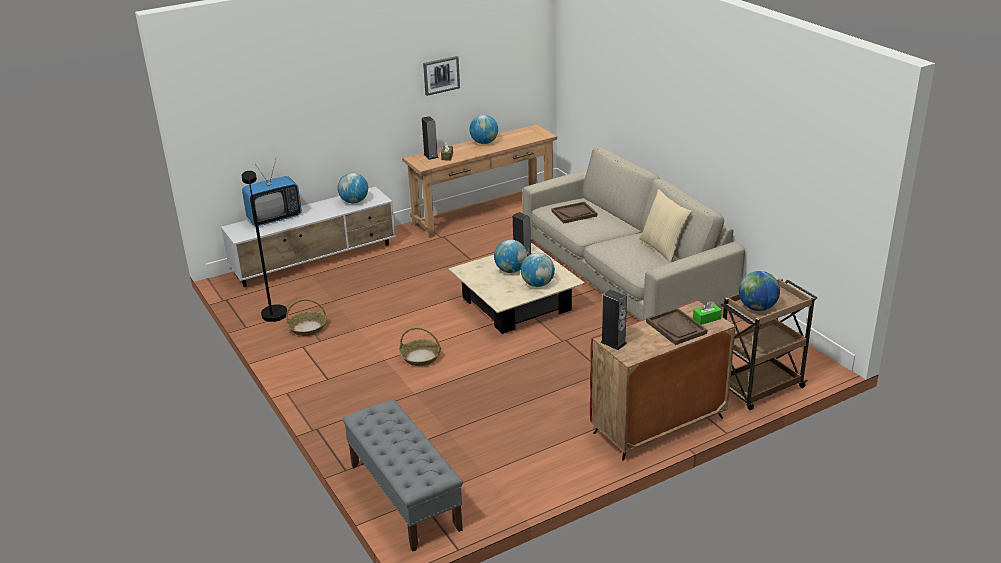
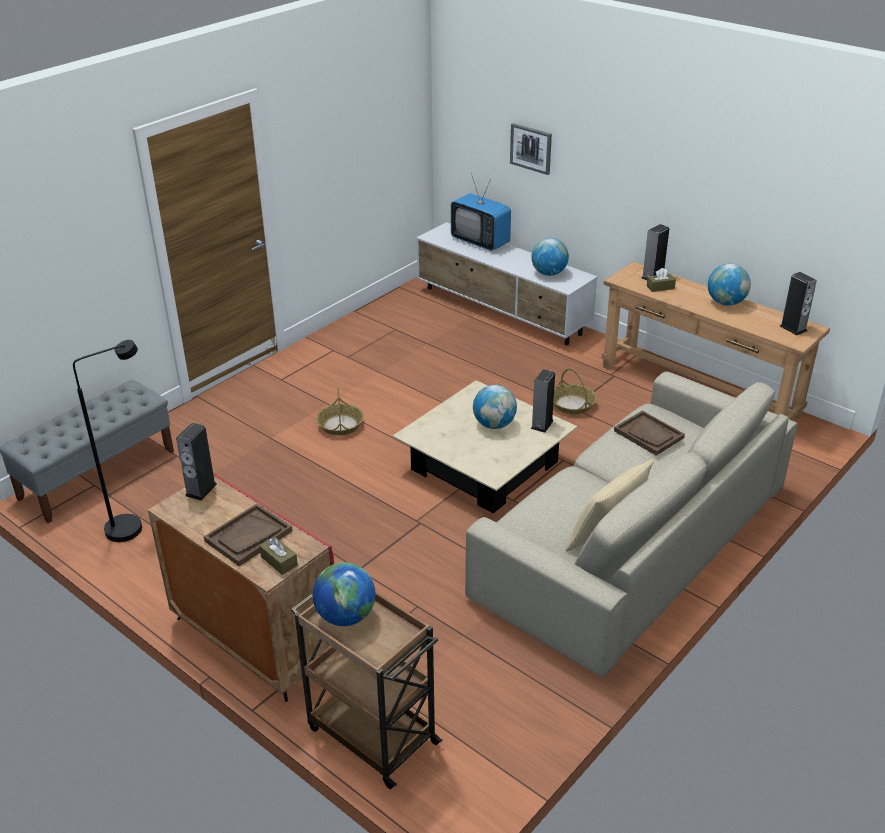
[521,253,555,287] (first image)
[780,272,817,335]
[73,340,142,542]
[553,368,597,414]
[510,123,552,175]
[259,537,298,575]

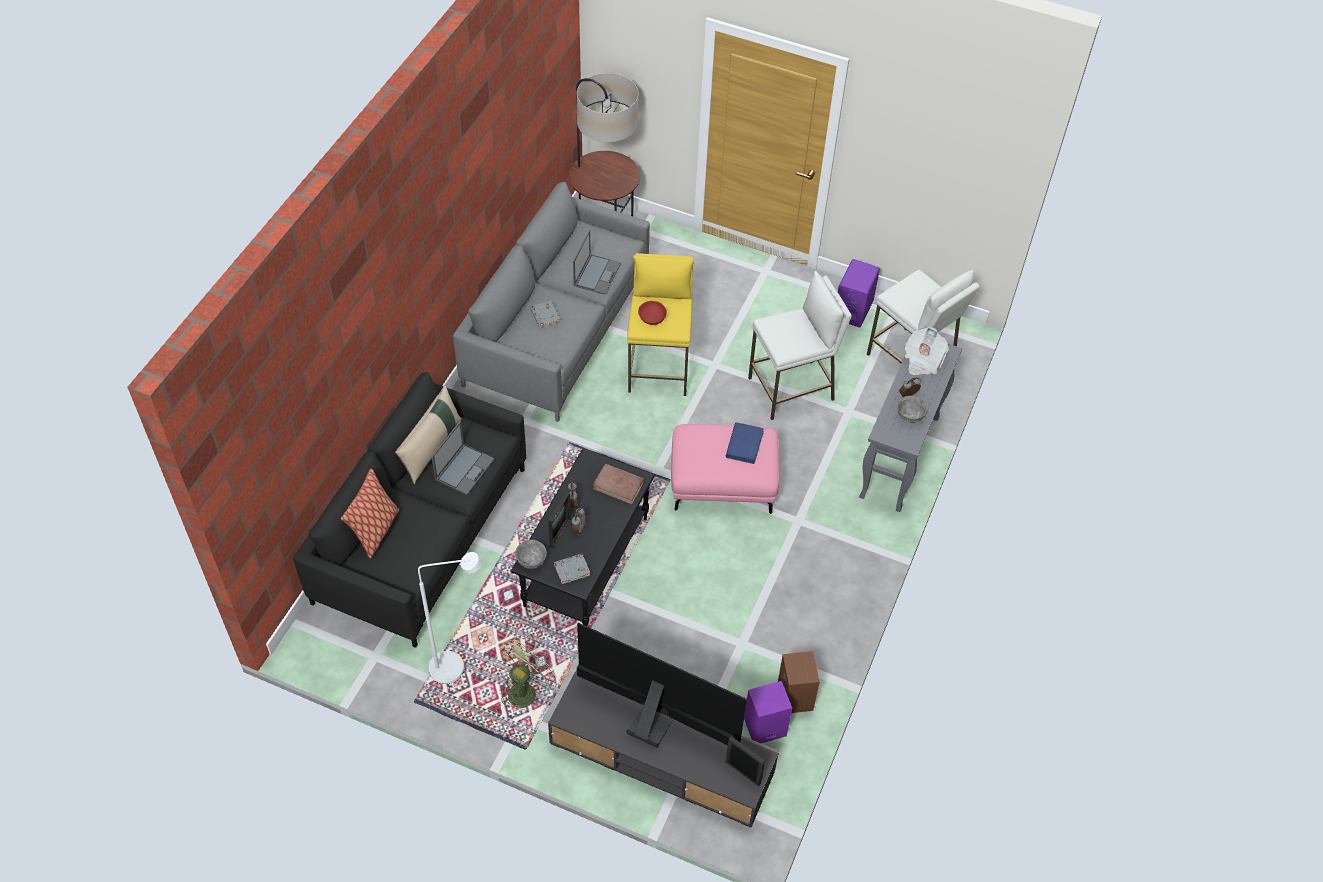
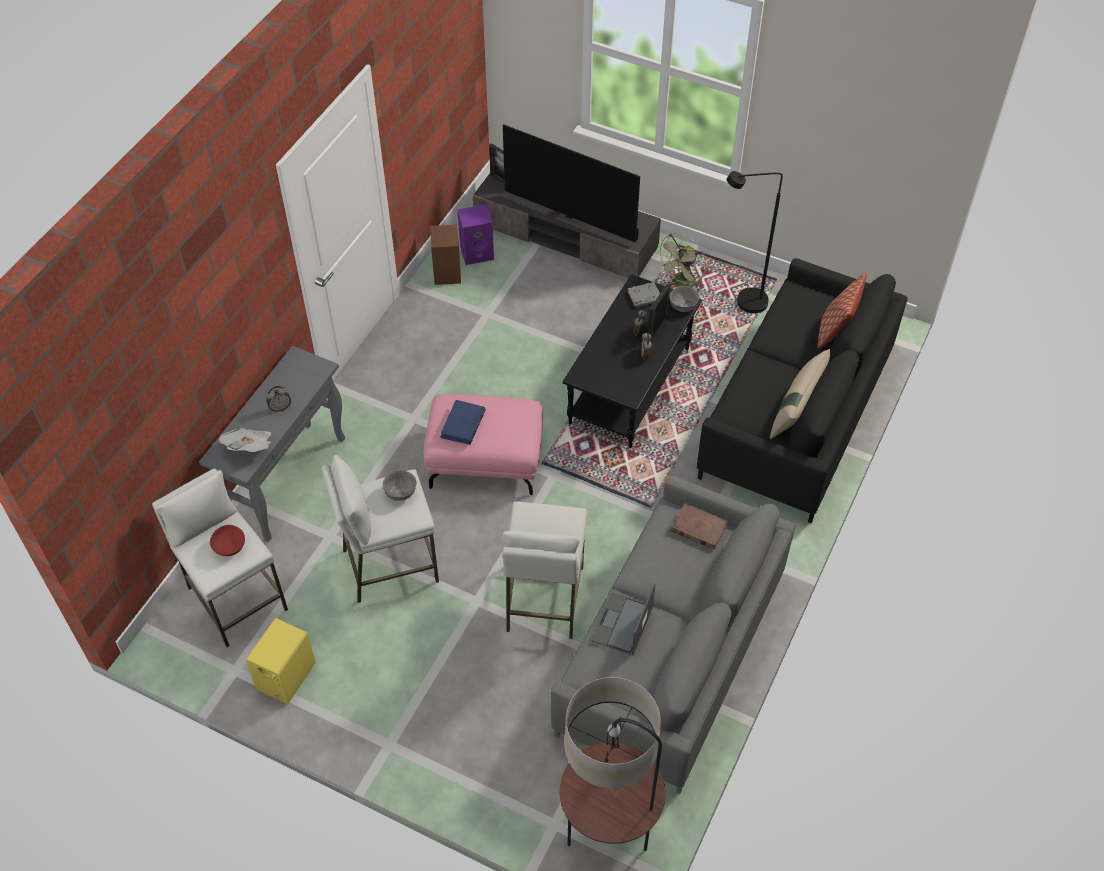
[431,421,495,495] (first image)
[530,301,560,327] (first image)
[671,503,728,550]
[210,525,245,556]
[383,470,417,501]
[727,171,783,313]
[502,501,587,639]
[246,618,316,704]

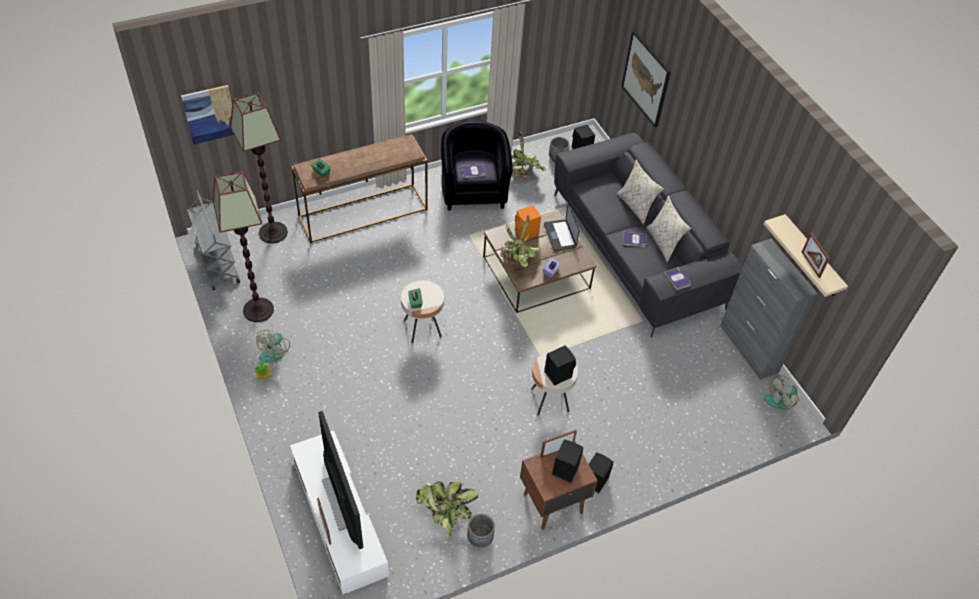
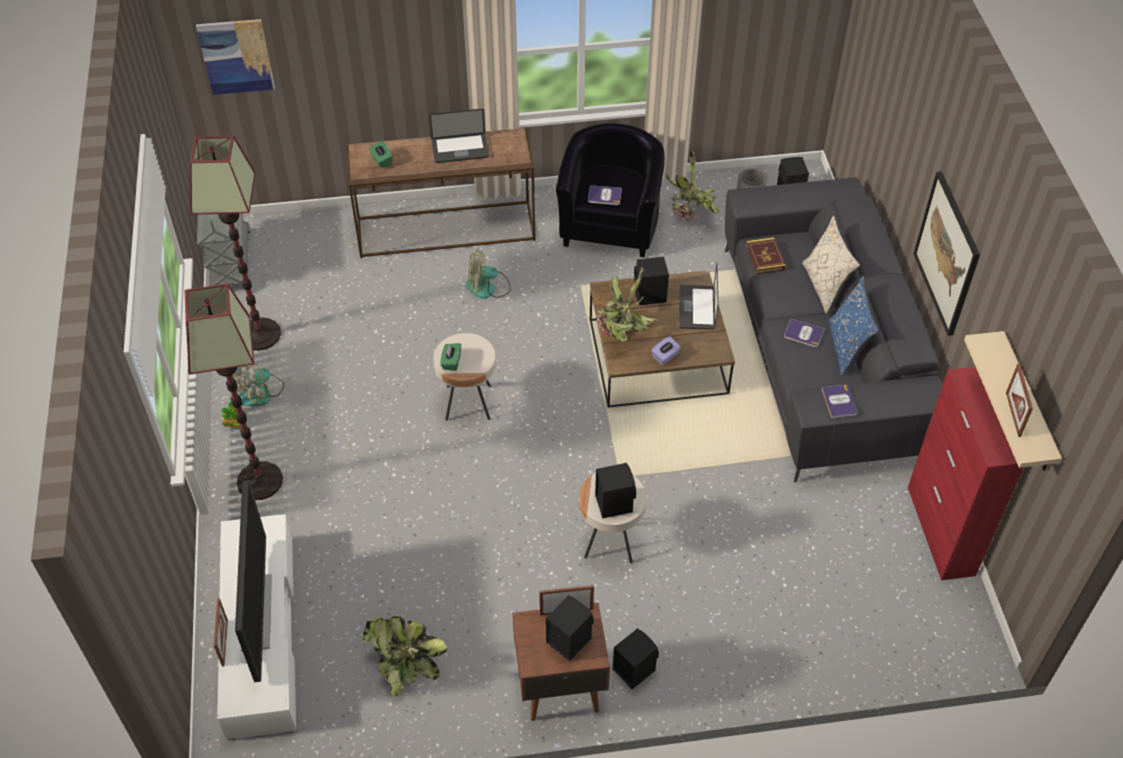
[467,514,495,547] (first image)
[429,109,489,163]
[746,237,786,274]
[185,284,283,500]
[913,172,980,336]
[466,250,511,299]
[634,257,669,306]
[829,276,879,376]
[908,367,1024,580]

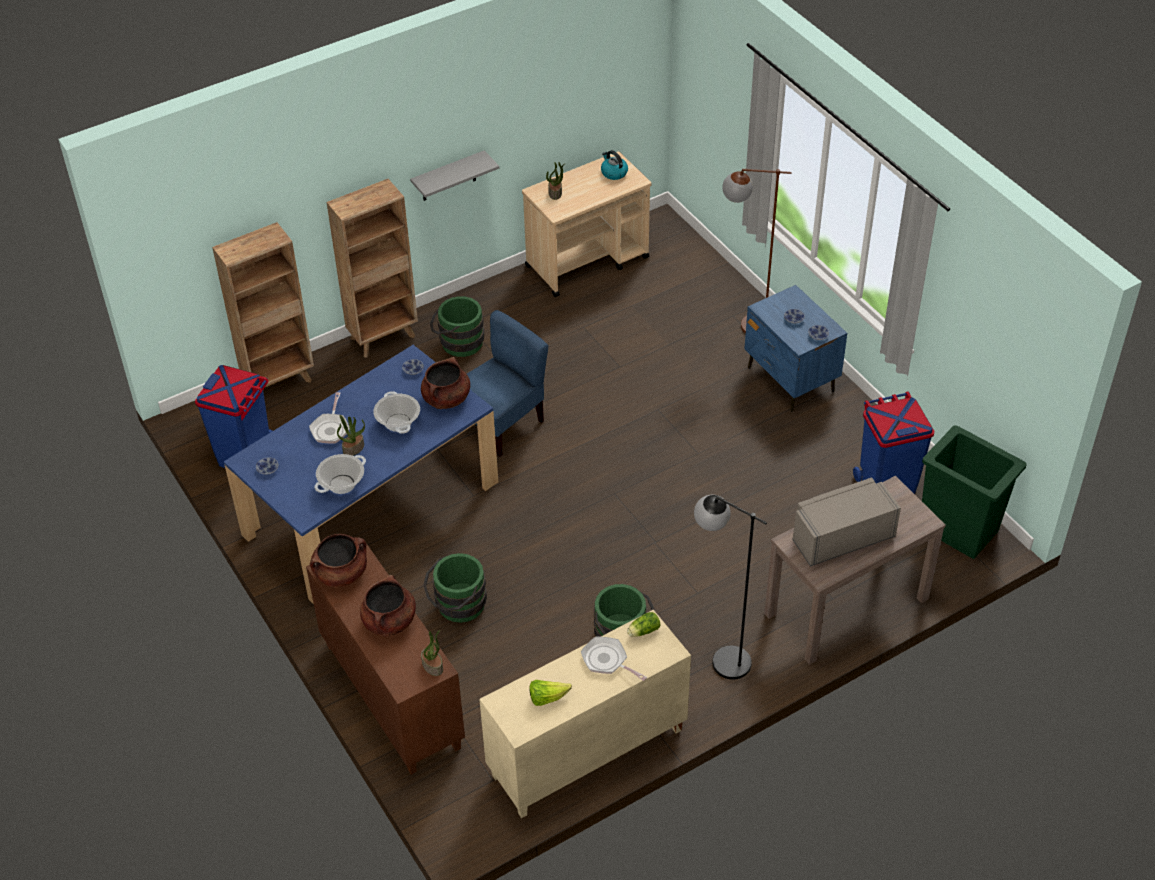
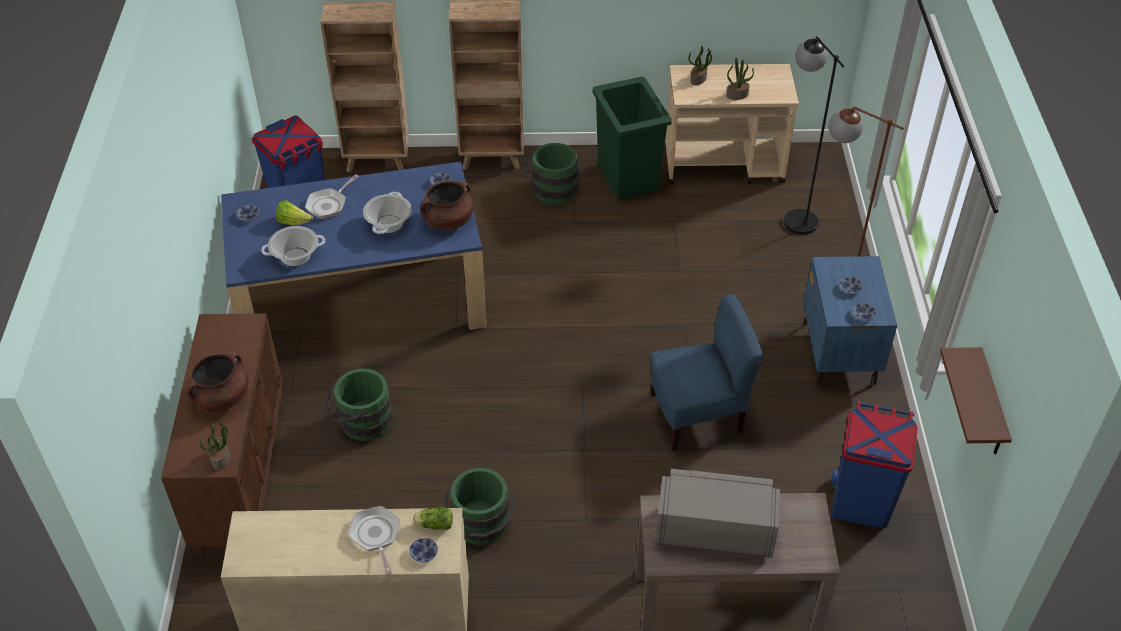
[310,534,367,587] (first image)
[410,151,499,201] (first image)
[601,150,628,180] (first image)
[409,538,438,563]
[940,347,1012,455]
[727,57,754,100]
[650,294,763,451]
[276,201,313,225]
[784,37,844,235]
[593,77,672,200]

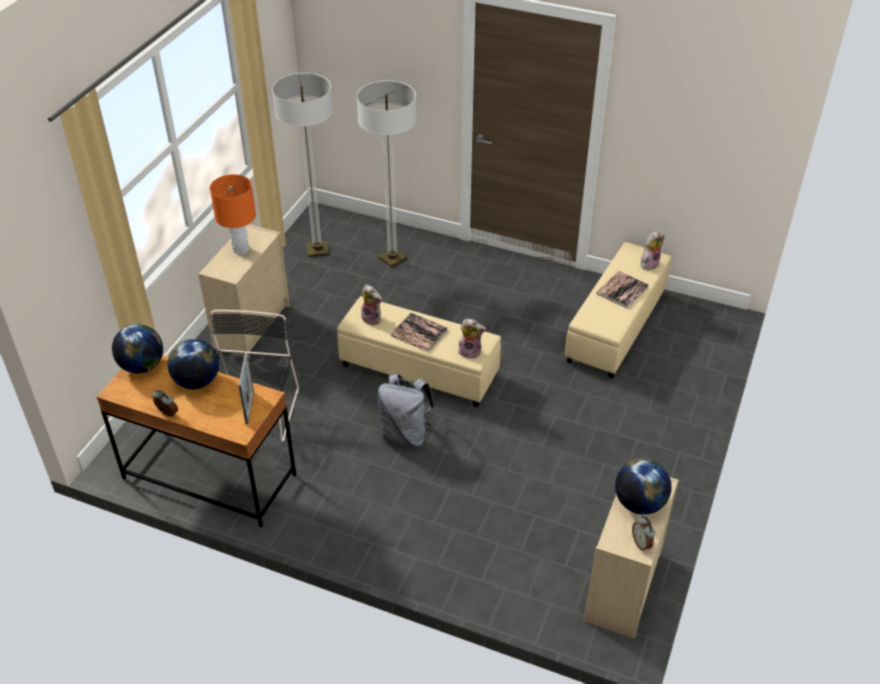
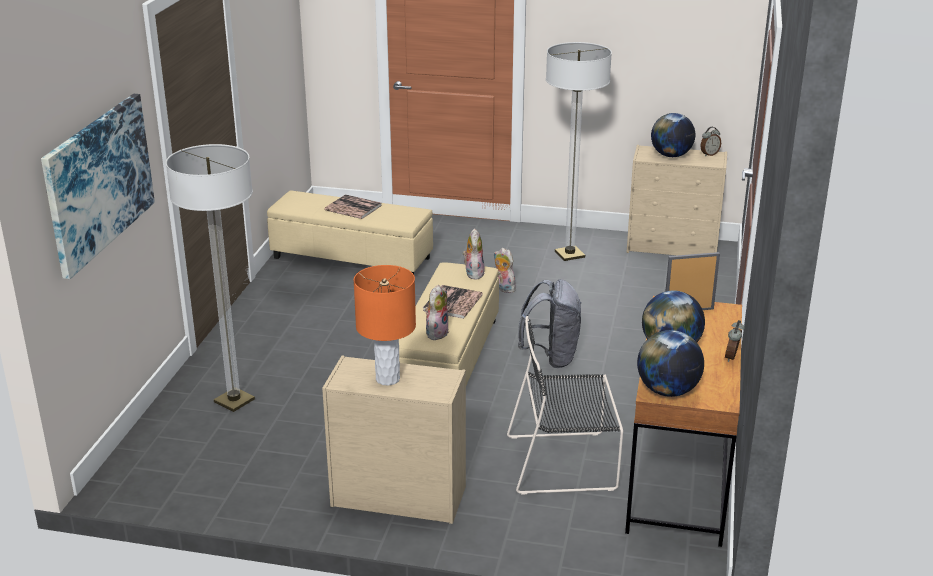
[41,94,155,279]
[546,42,612,261]
[493,248,516,293]

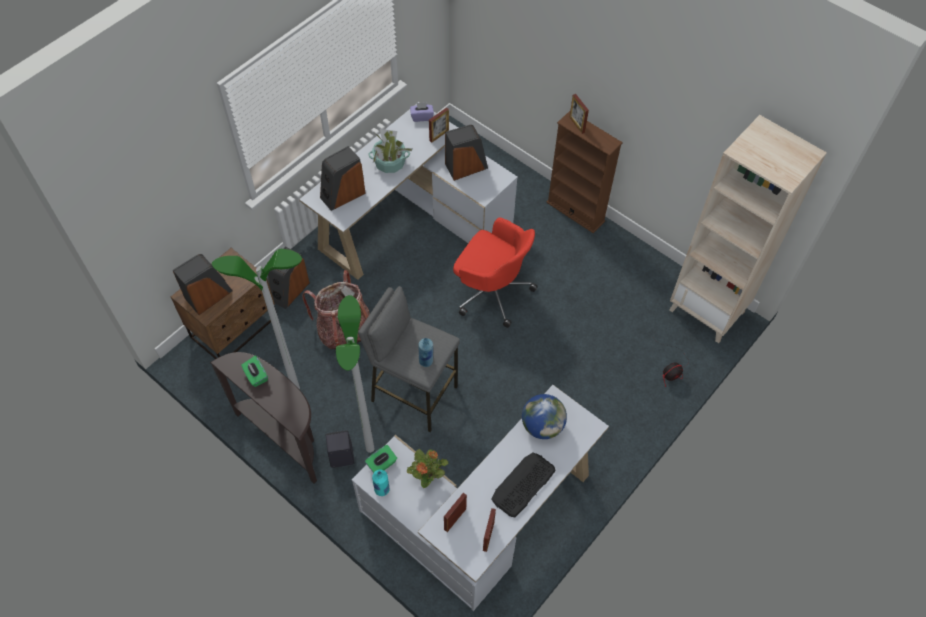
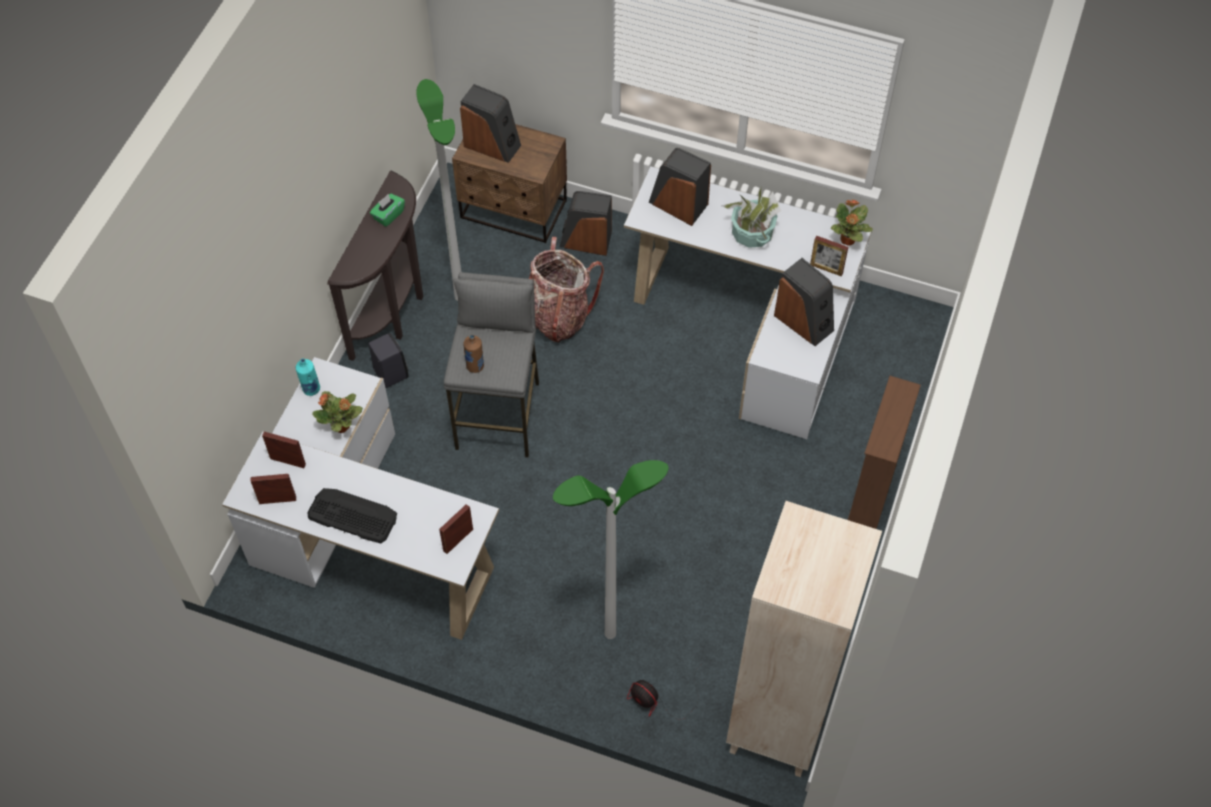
[365,445,397,473] (first image)
[453,217,538,328] (first image)
[522,394,567,439] (first image)
[553,460,669,639]
[439,504,473,554]
[831,199,873,246]
[463,335,484,373]

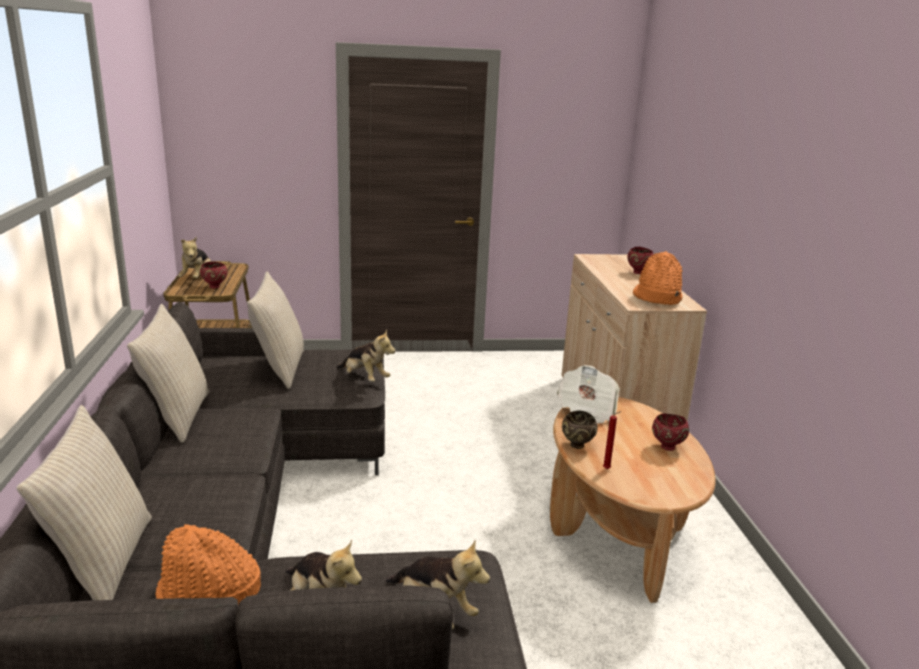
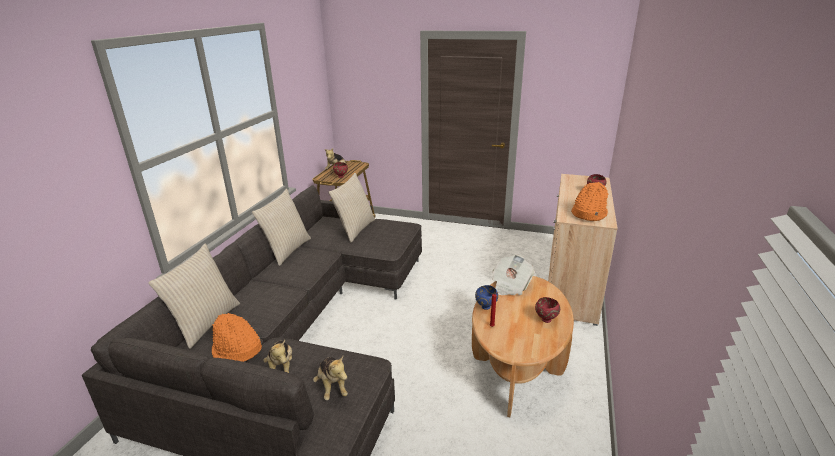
[336,330,396,382] (first image)
[475,285,498,310]

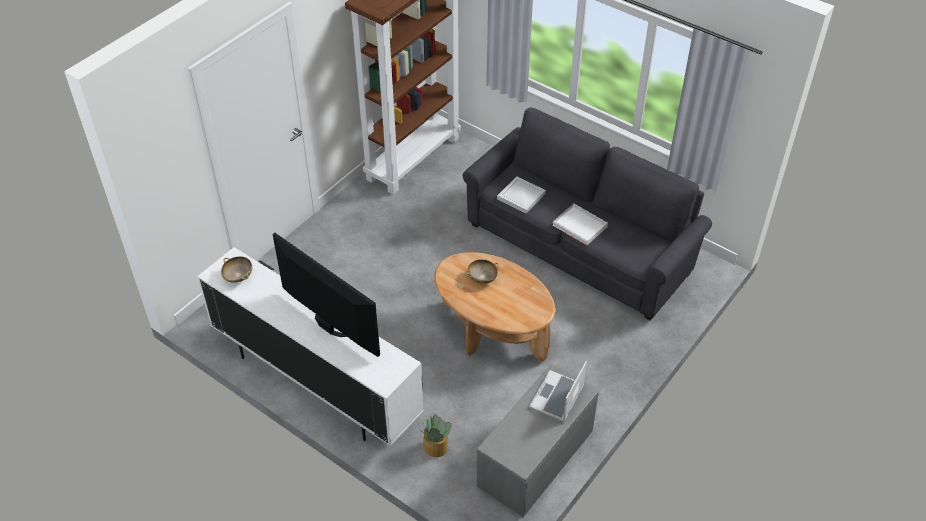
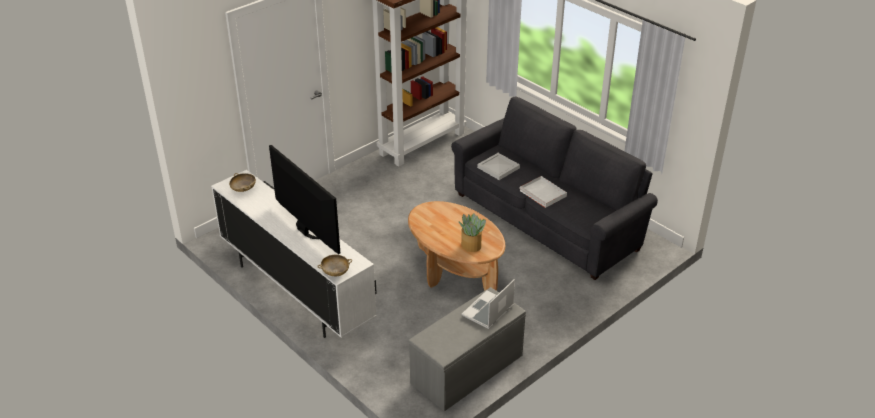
[459,213,486,252]
[317,255,352,276]

